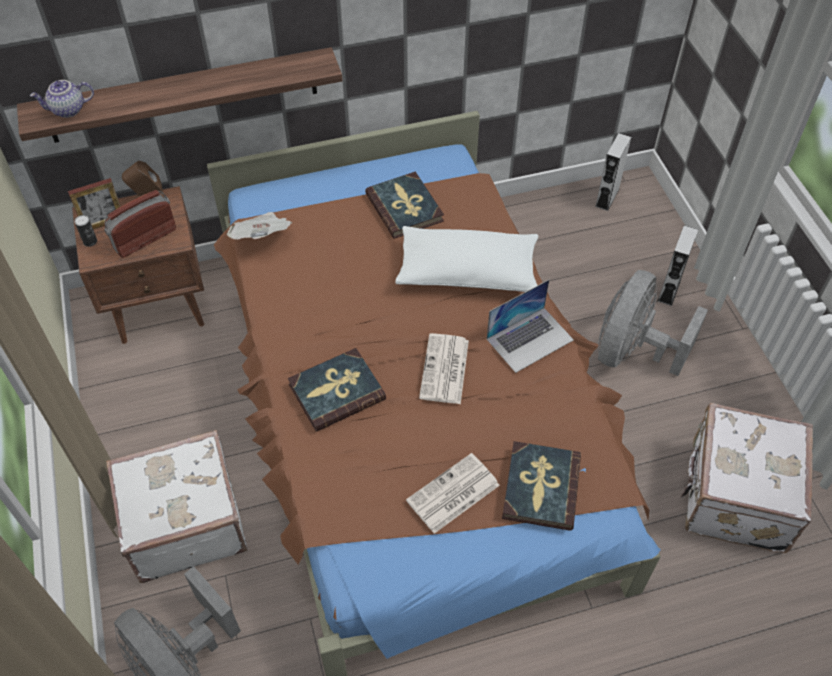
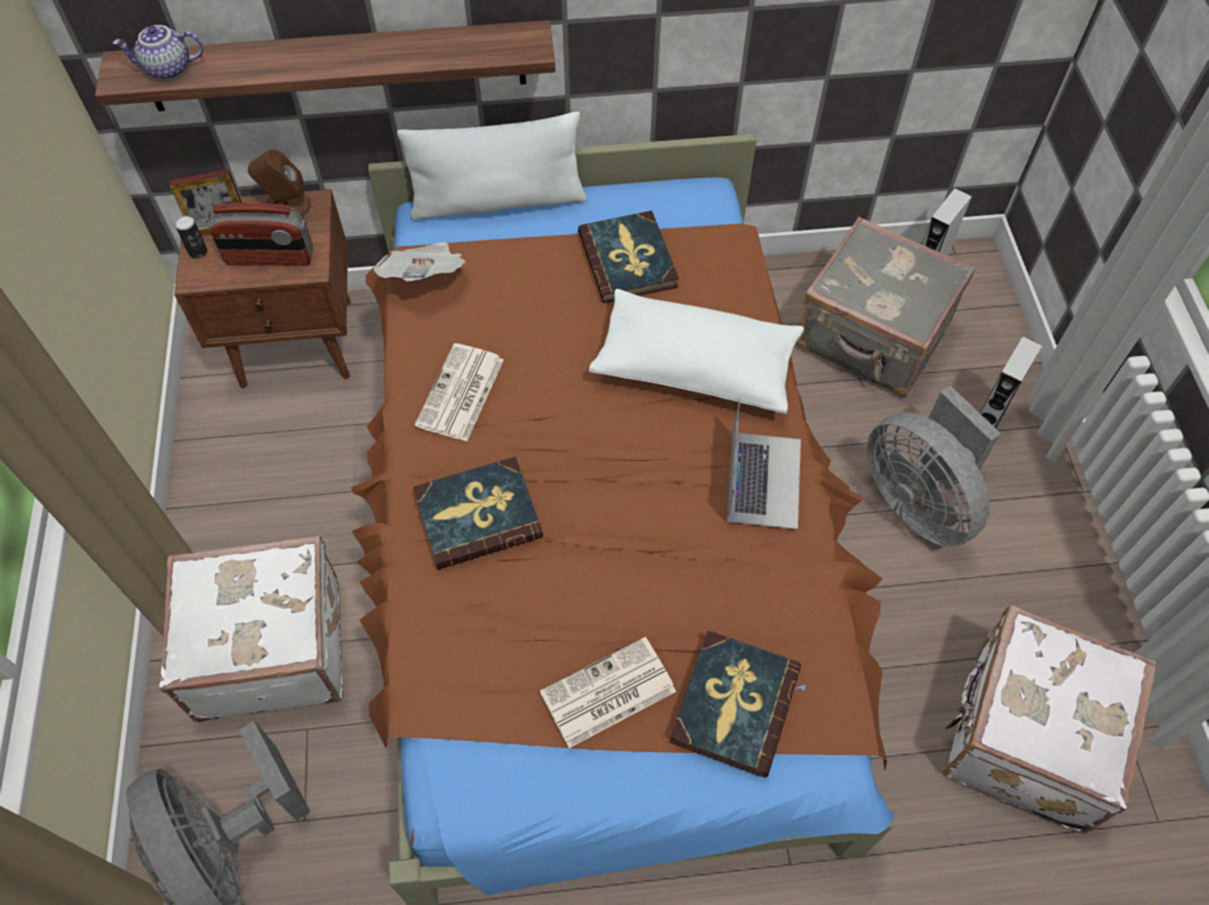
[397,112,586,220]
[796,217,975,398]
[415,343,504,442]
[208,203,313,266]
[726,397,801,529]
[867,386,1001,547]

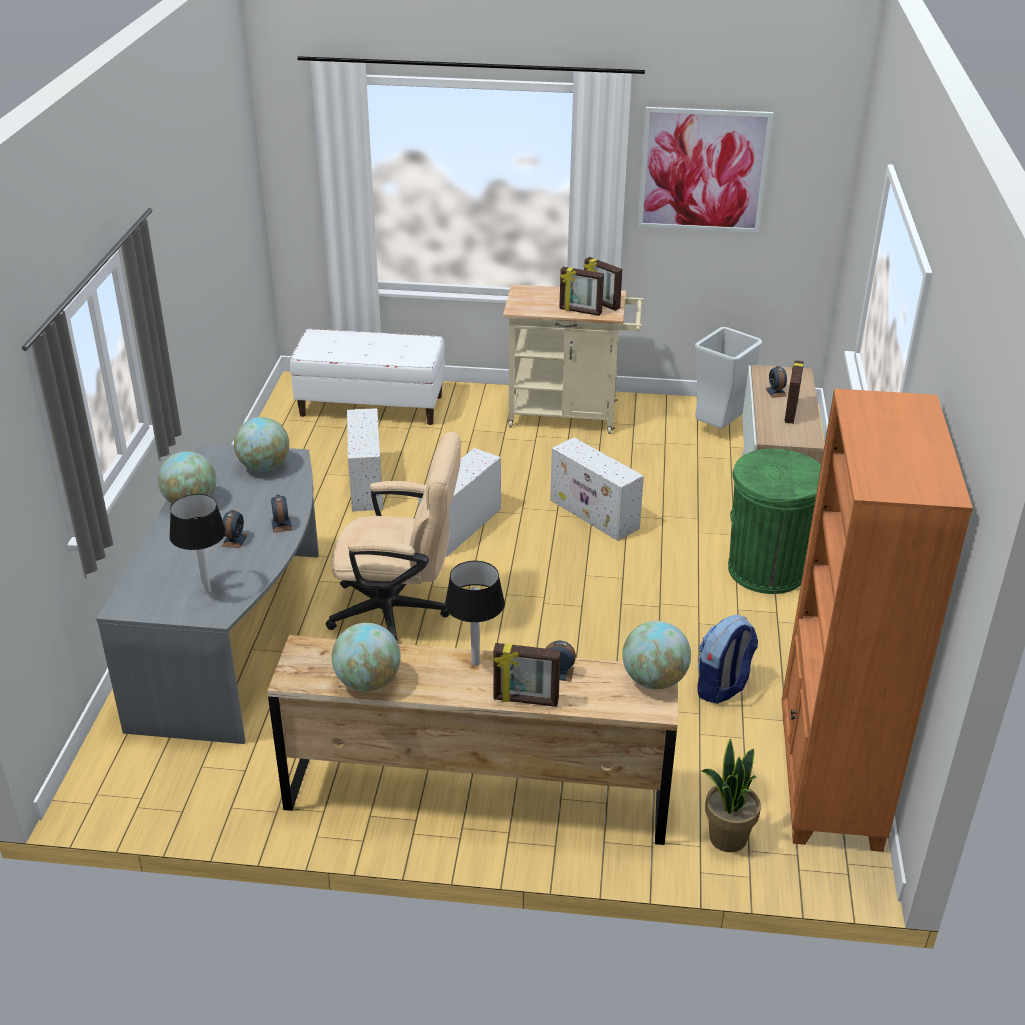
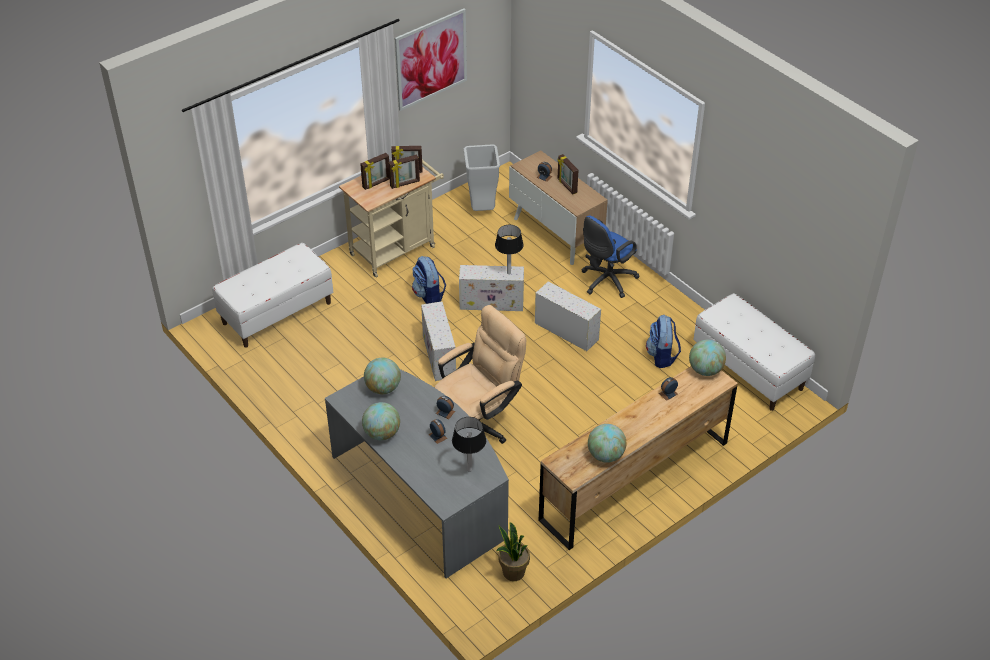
[412,256,446,304]
[535,281,601,351]
[495,225,524,274]
[360,153,390,190]
[496,522,530,581]
[581,216,640,298]
[693,293,815,411]

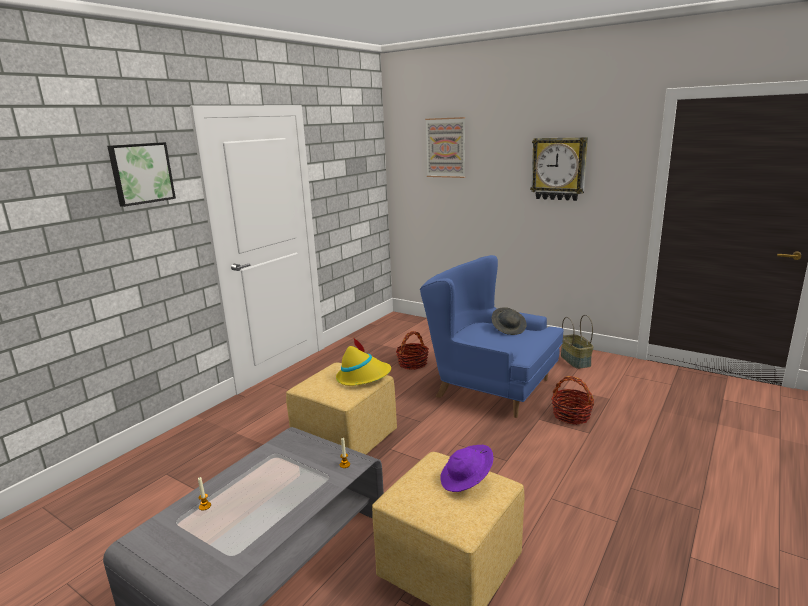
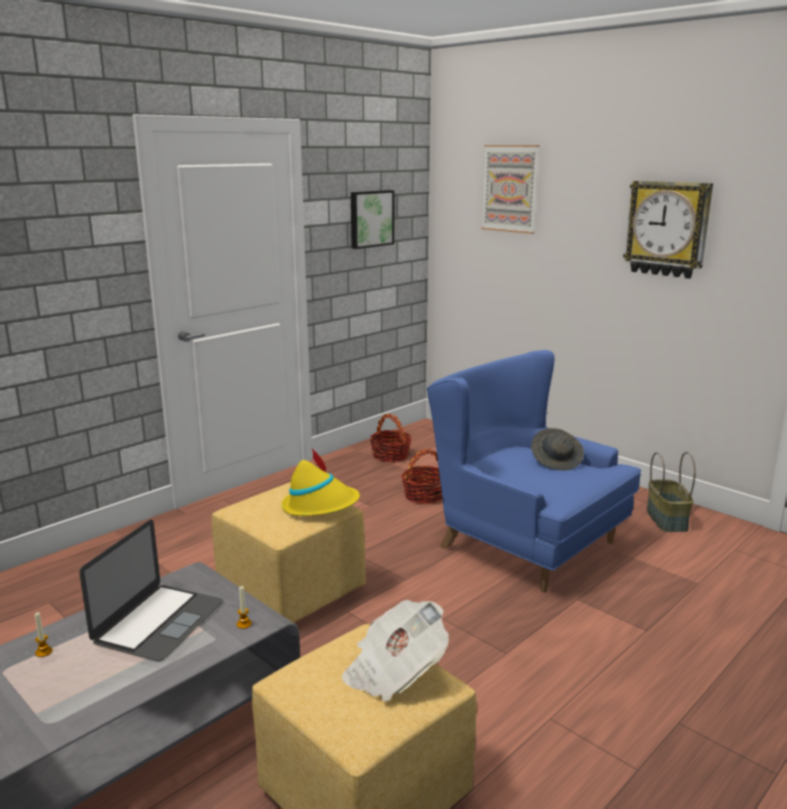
[79,519,223,661]
[351,190,394,249]
[370,414,412,462]
[342,600,449,701]

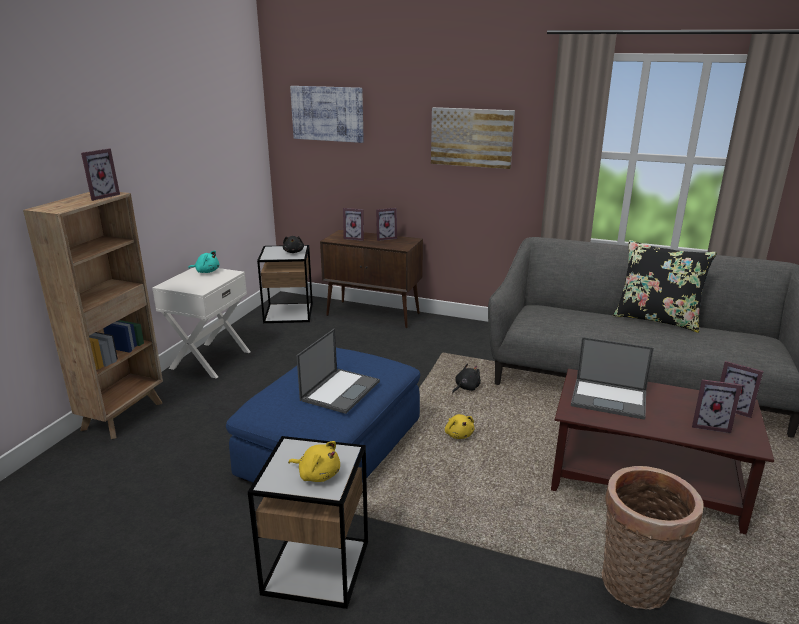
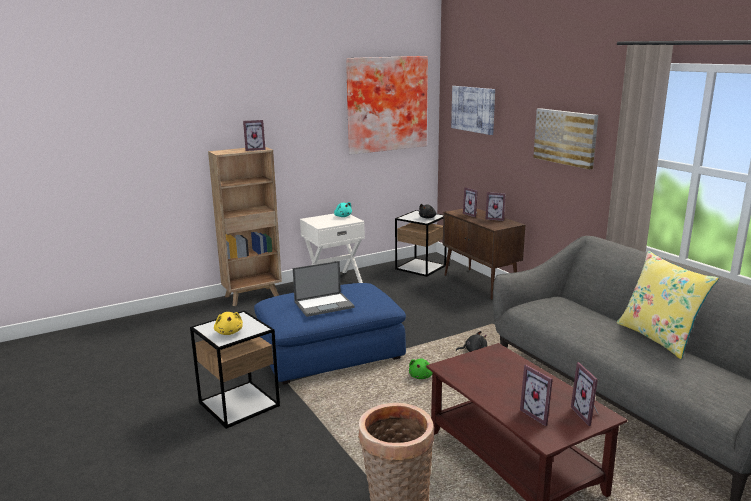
[571,337,654,420] (first image)
[346,56,428,155]
[409,359,432,379]
[617,251,719,359]

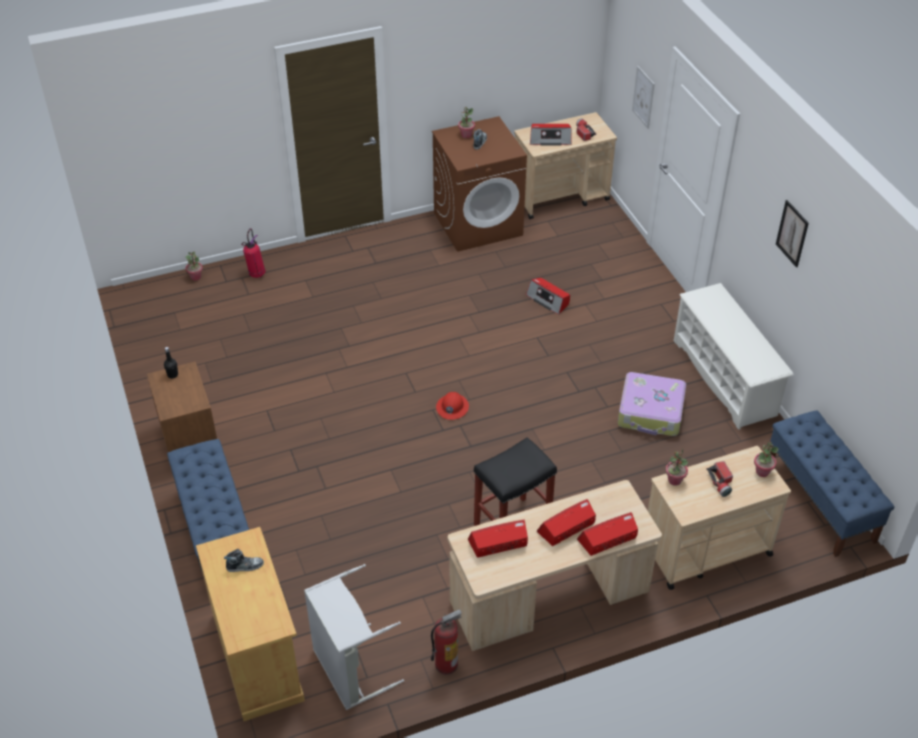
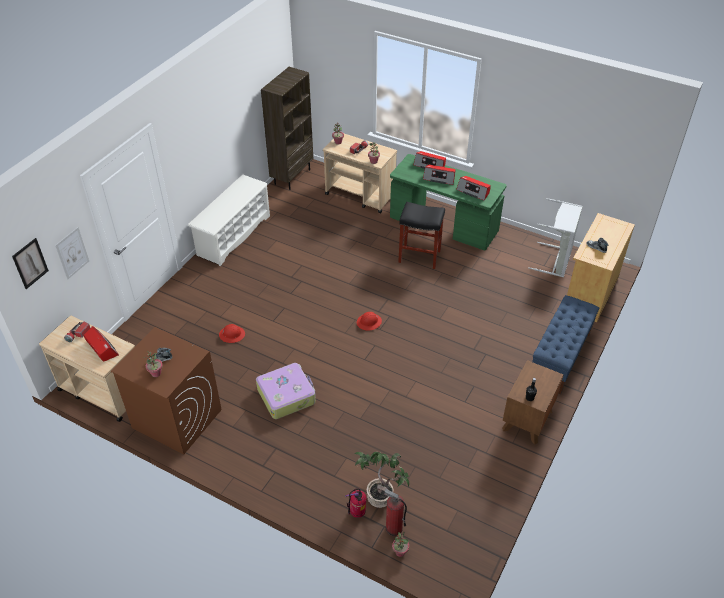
[354,452,409,508]
[384,489,407,536]
[256,363,316,419]
[12,238,49,289]
[219,324,245,343]
[261,67,313,190]
[390,154,507,251]

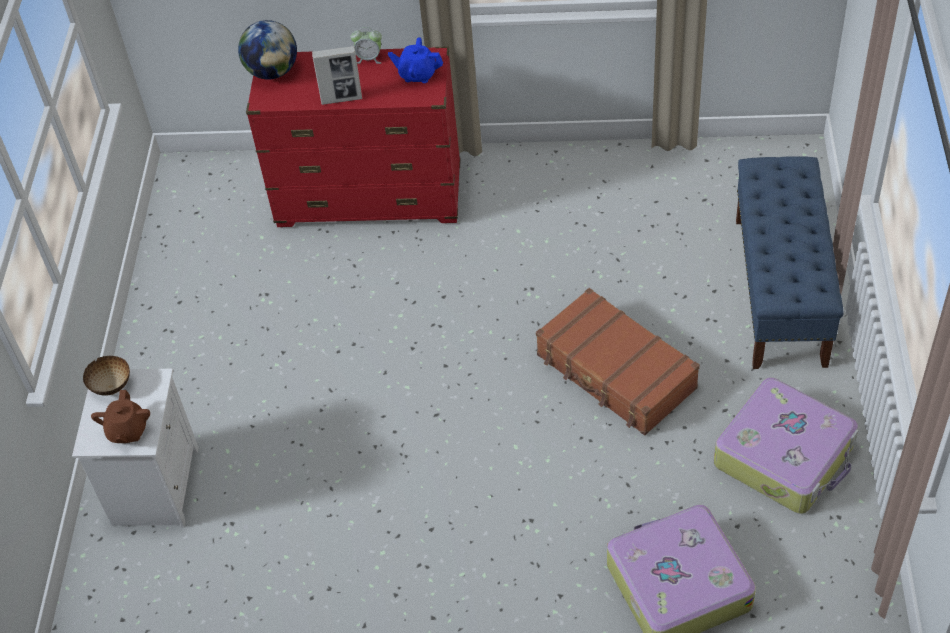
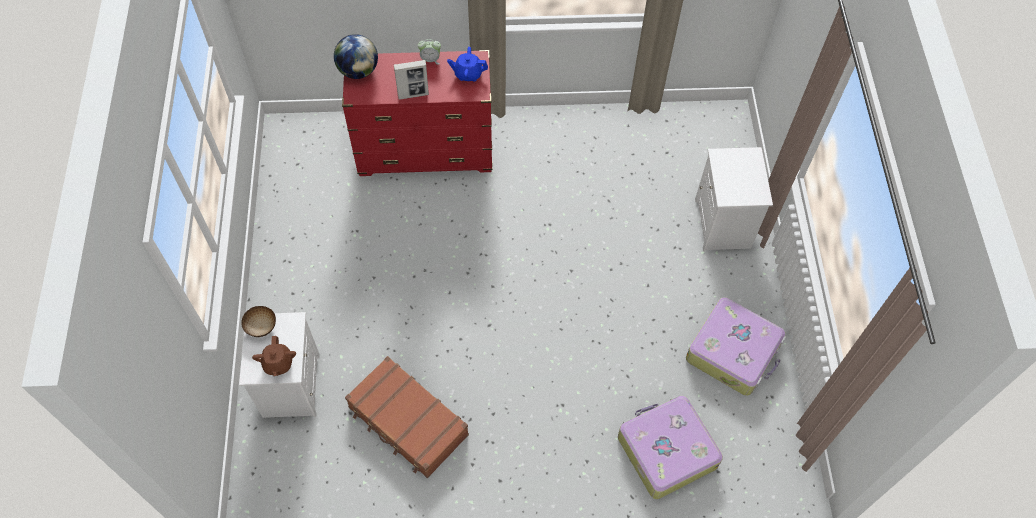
[345,356,469,478]
[695,147,773,252]

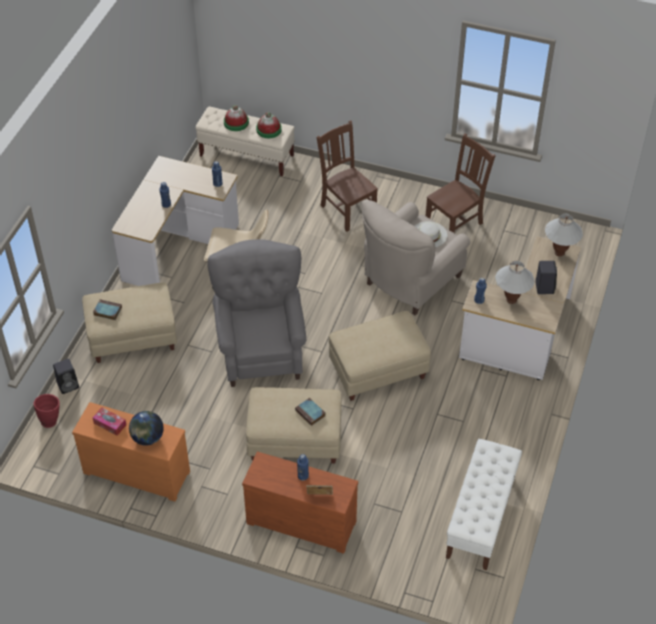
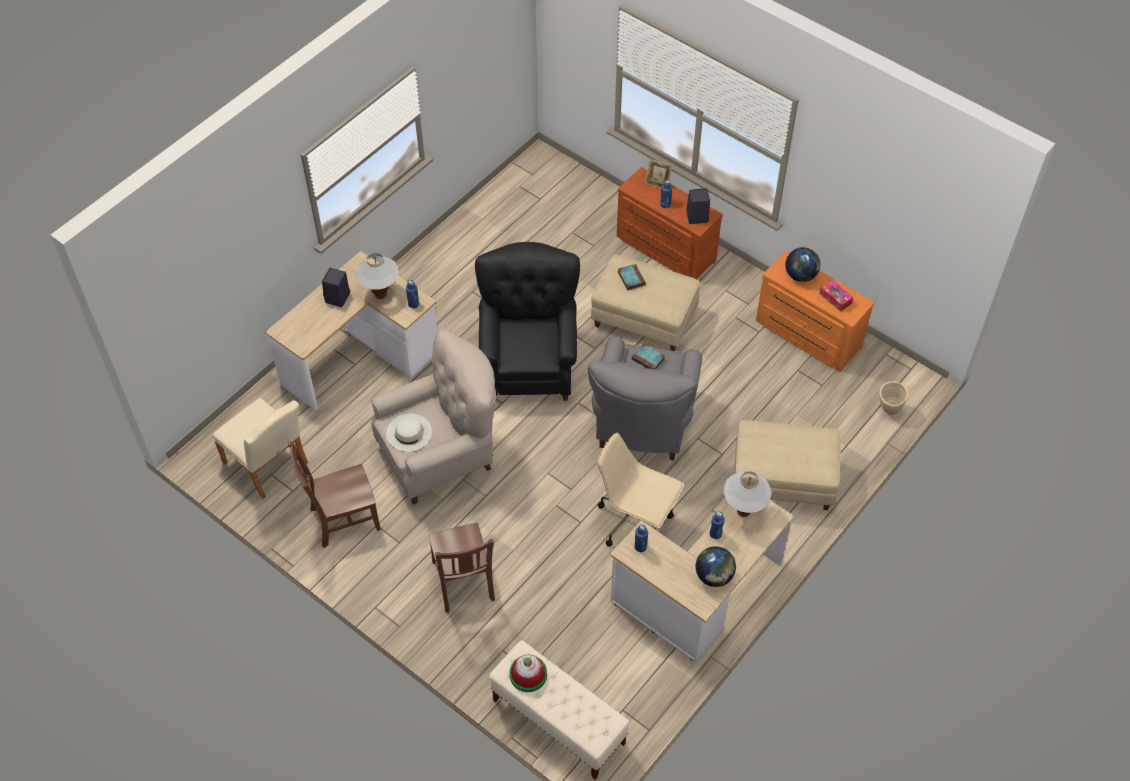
[224,105,249,131] (first image)
[446,439,522,570] (first image)
[212,398,308,499]
[696,546,736,587]
[686,188,710,224]
[632,344,665,370]
[723,471,772,517]
[475,242,580,402]
[879,381,908,416]

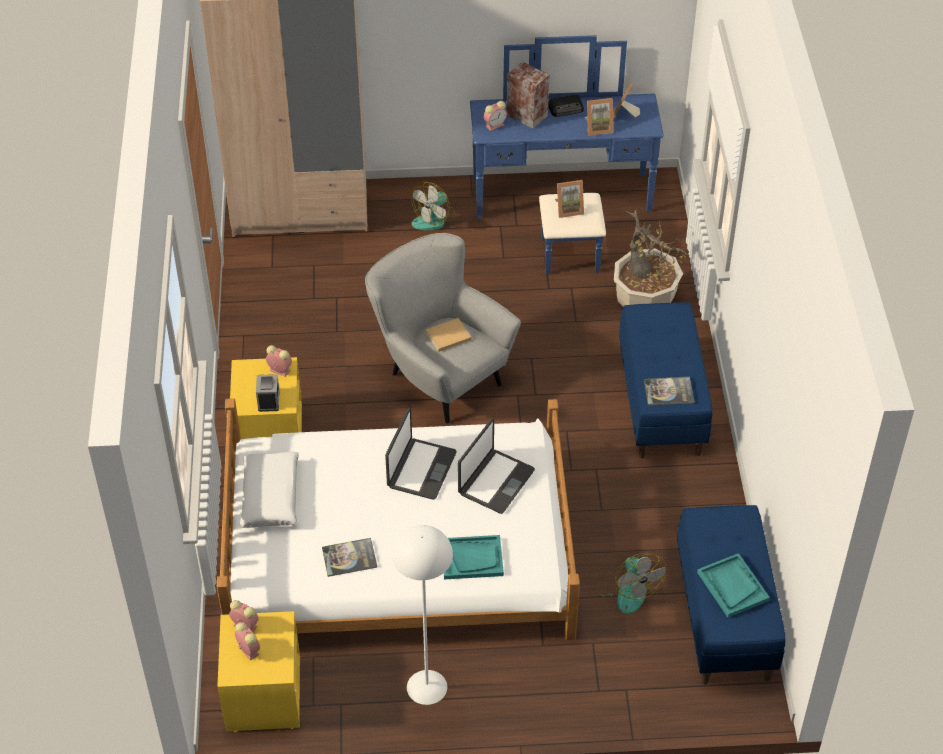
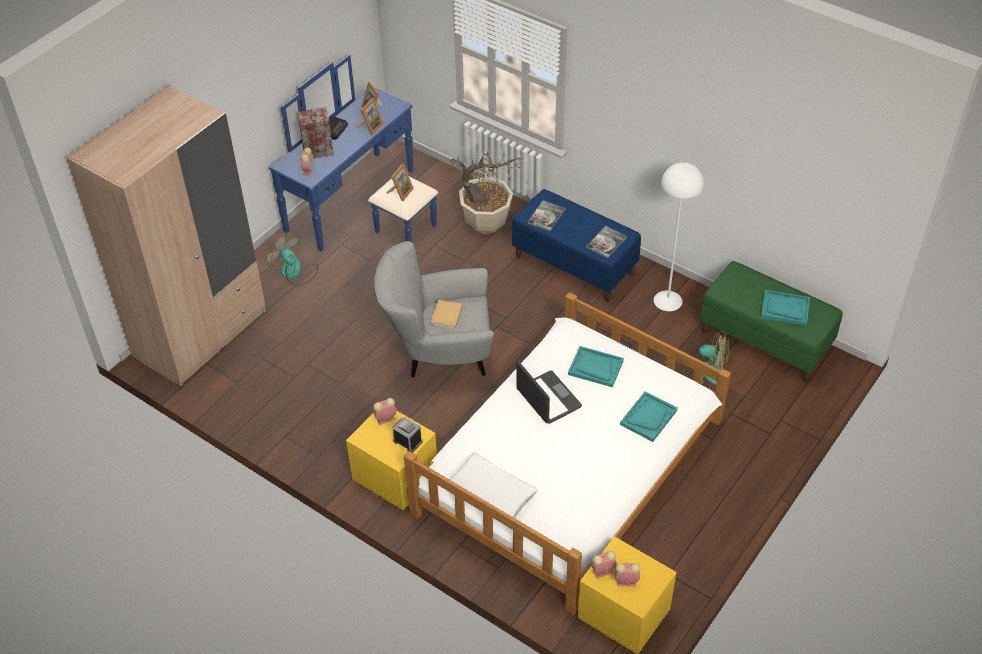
[527,200,565,231]
[654,162,704,311]
[568,346,624,387]
[700,261,843,382]
[266,234,318,286]

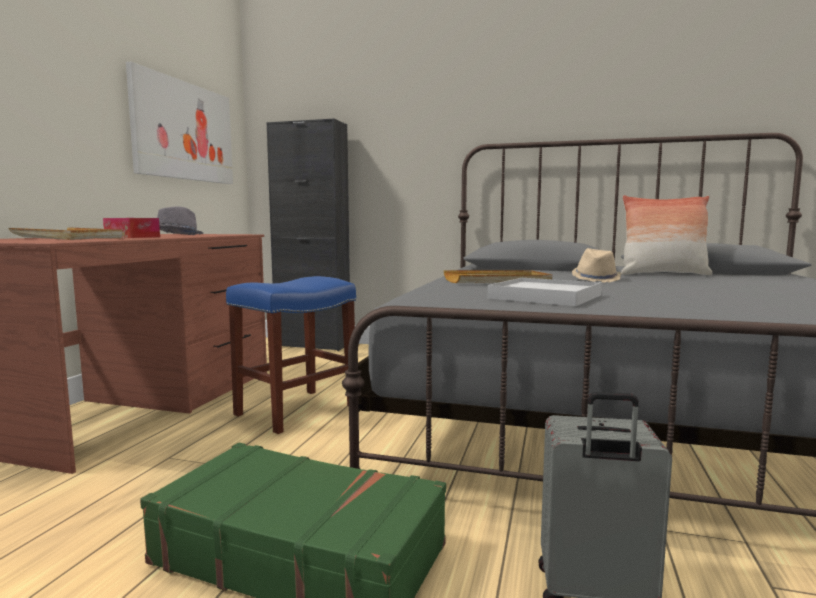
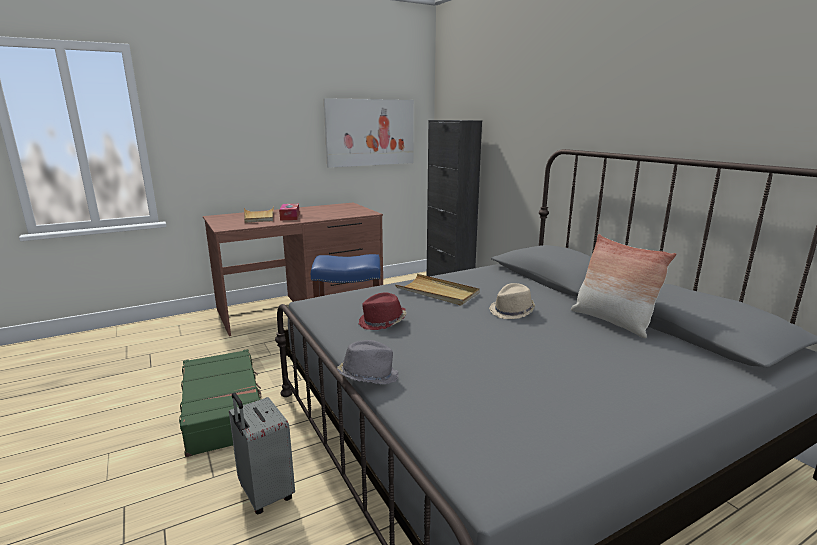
[337,340,399,384]
[358,293,407,330]

